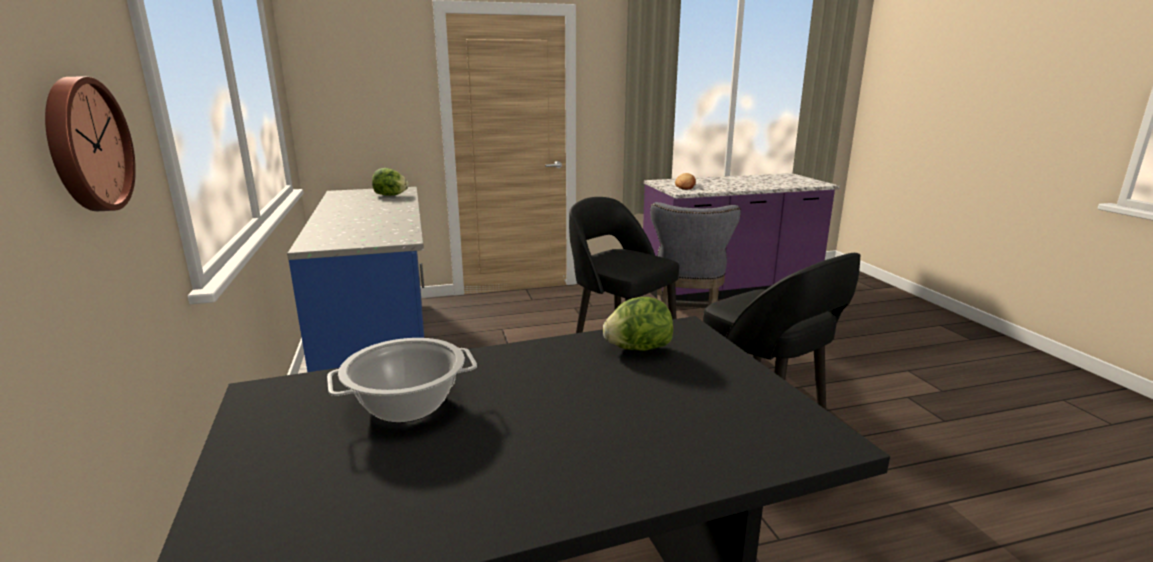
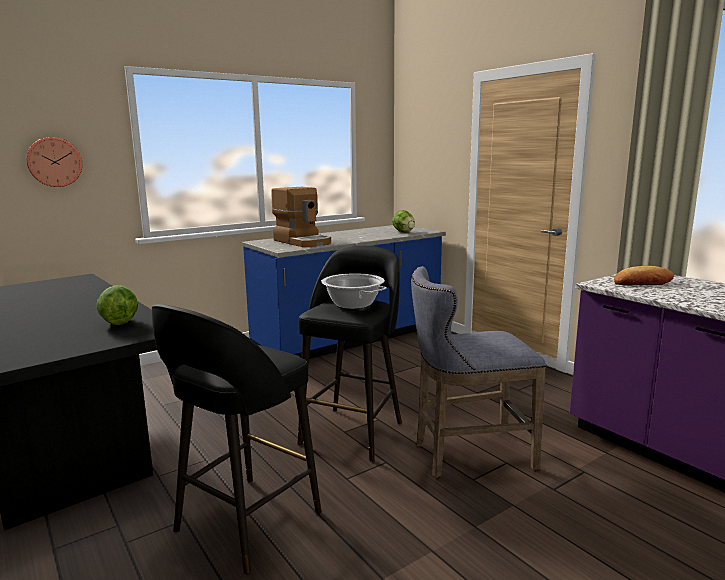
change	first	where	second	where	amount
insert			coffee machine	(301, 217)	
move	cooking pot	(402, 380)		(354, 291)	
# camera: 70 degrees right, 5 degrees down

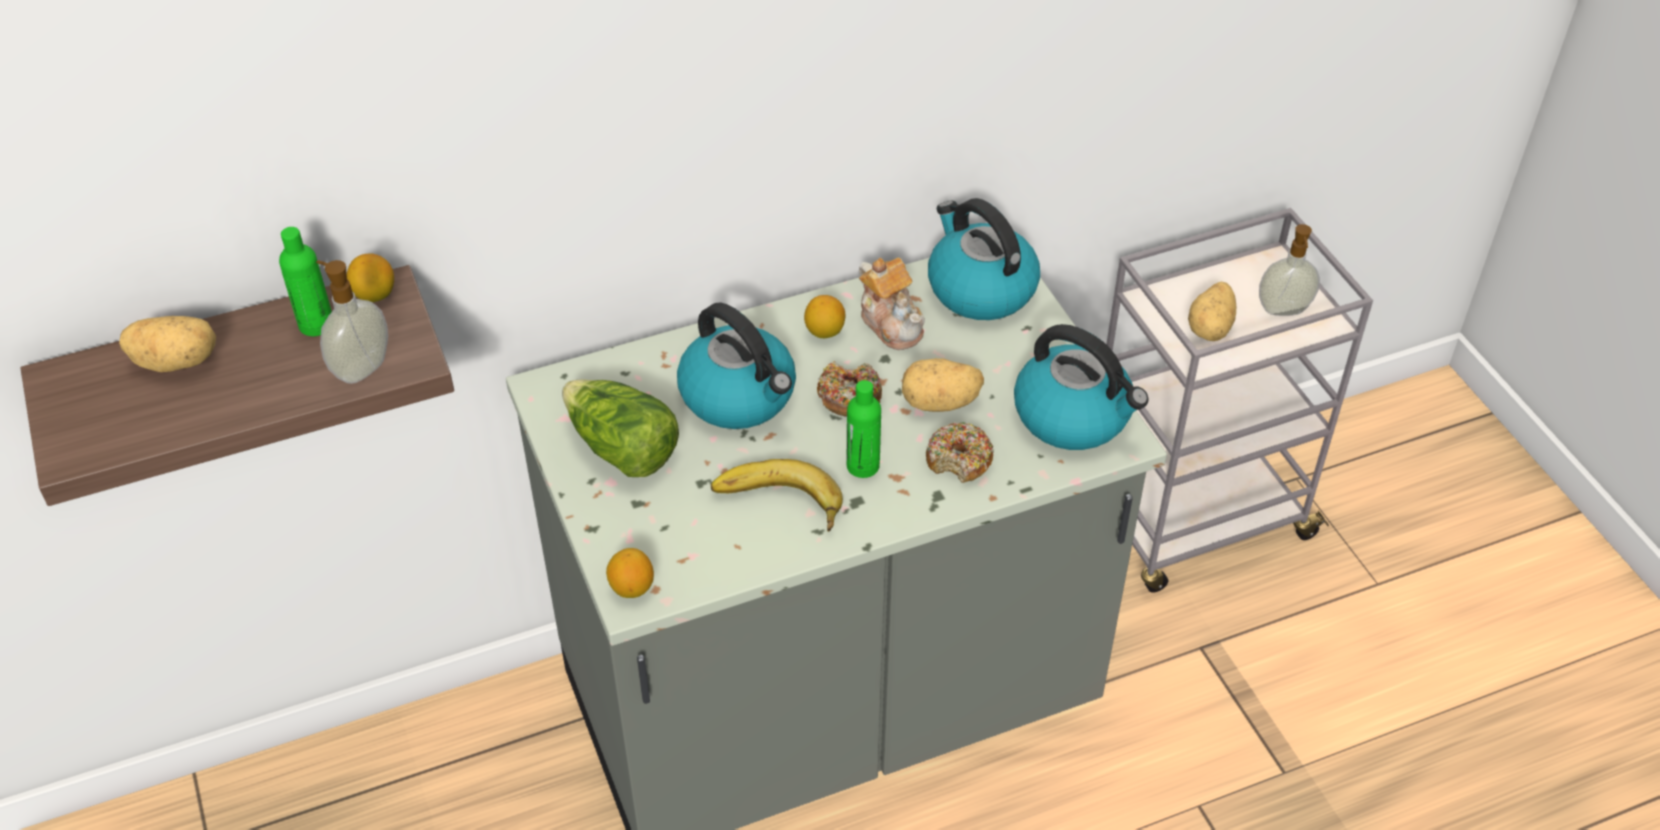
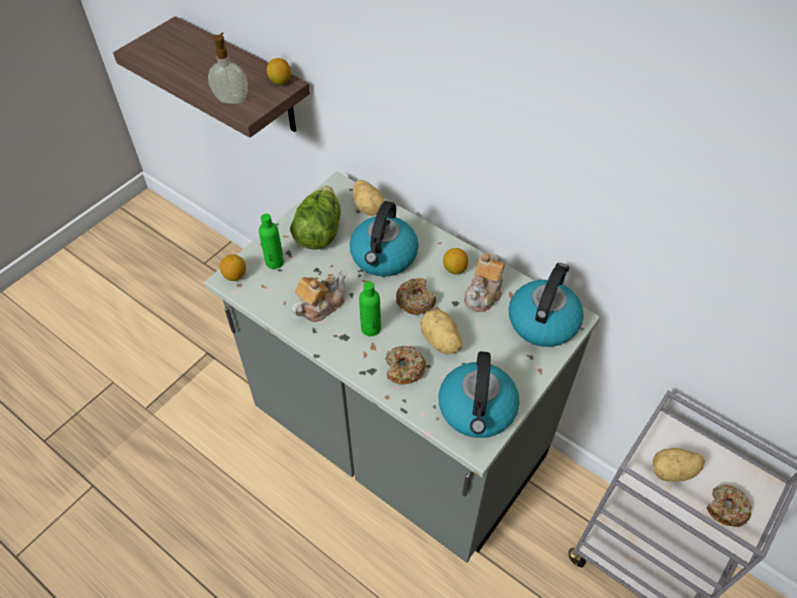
change	first	where	second	where	amount
move	potato	(167, 344)		(369, 198)	
move	green bottle	(305, 281)		(271, 241)	
replace	banana	(777, 495)	teapot	(318, 296)	
replace	soap dispenser	(1289, 270)	donut	(729, 505)	
# camera: 60 degrees right, 5 degrees up

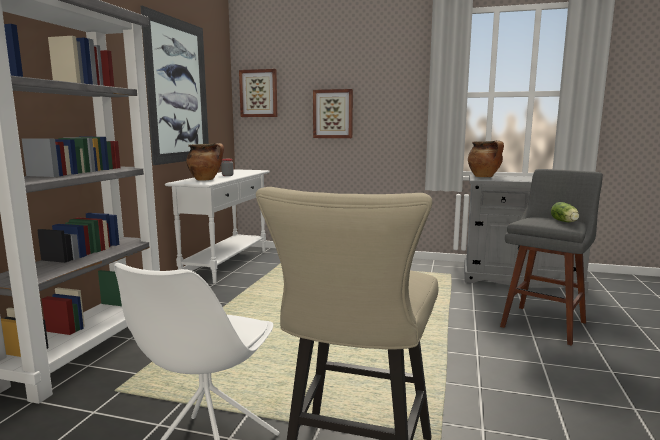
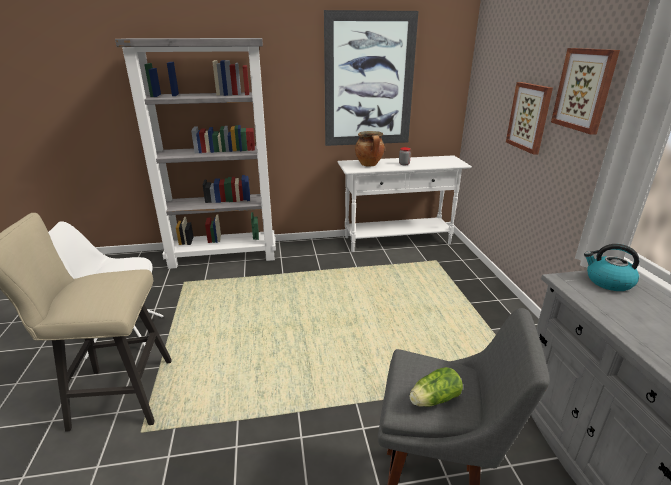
change	first	where	second	where	amount
move	picture	(258, 93)		(585, 91)	
replace	cooking pot	(486, 159)	kettle	(611, 267)	
# camera: 65 degrees right, 15 degrees up

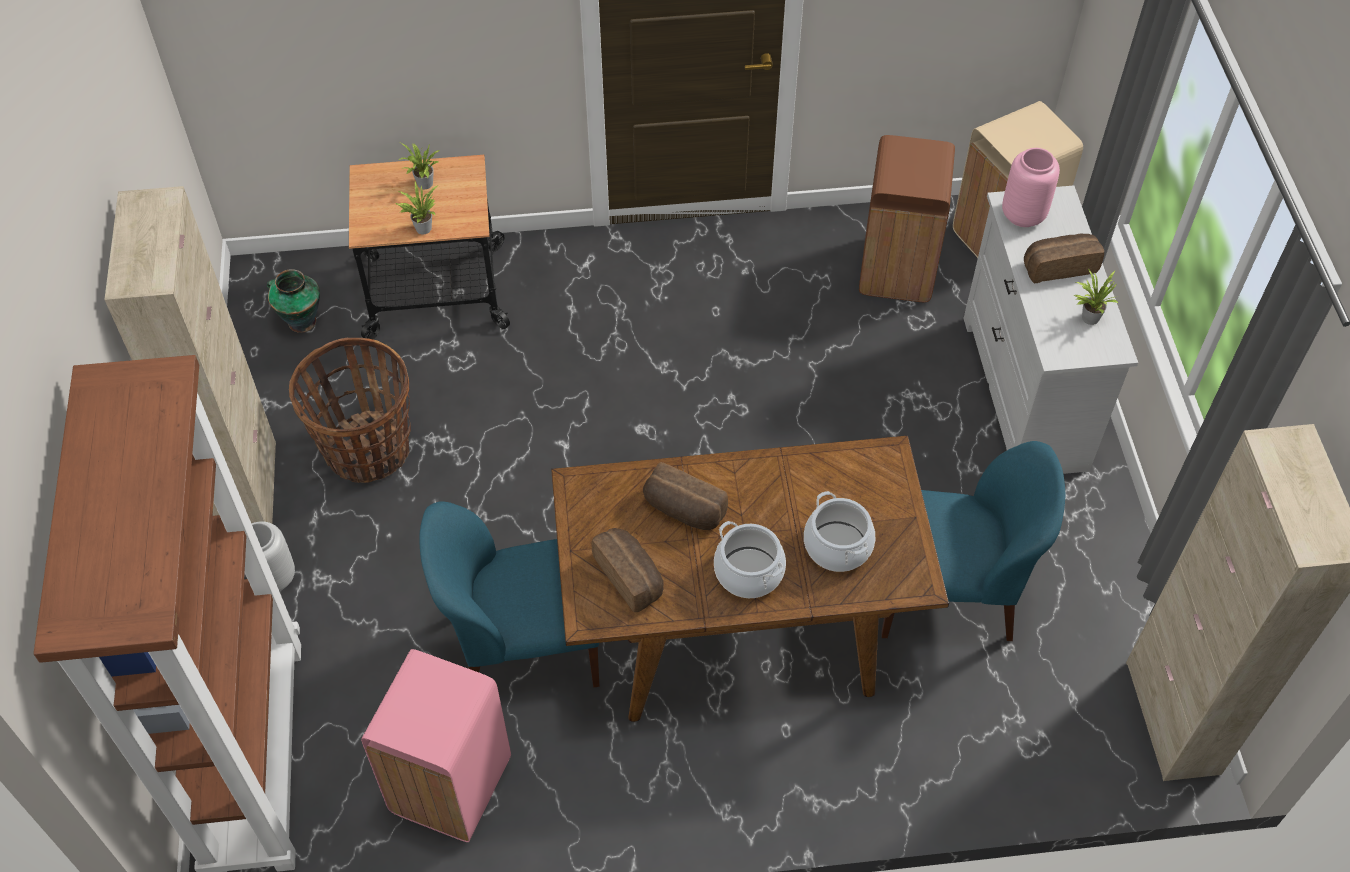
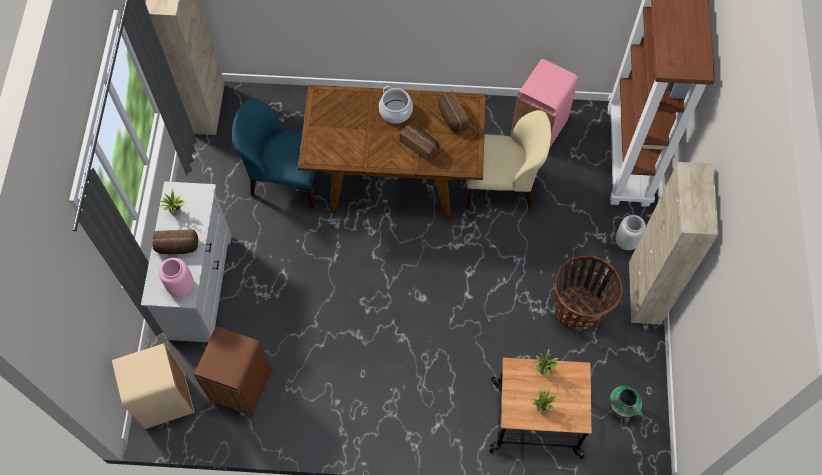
change	first	where	second	where	amount
delete	cooking pot	(839, 531)			
recolor	blue chair	(509, 594)	beige chair	(508, 159)	
# camera: 170 degrees left, 10 degrees up

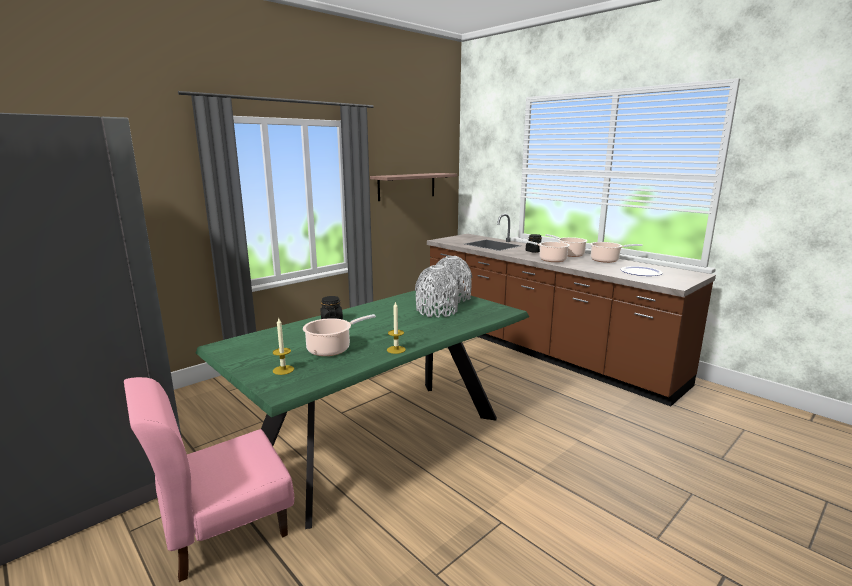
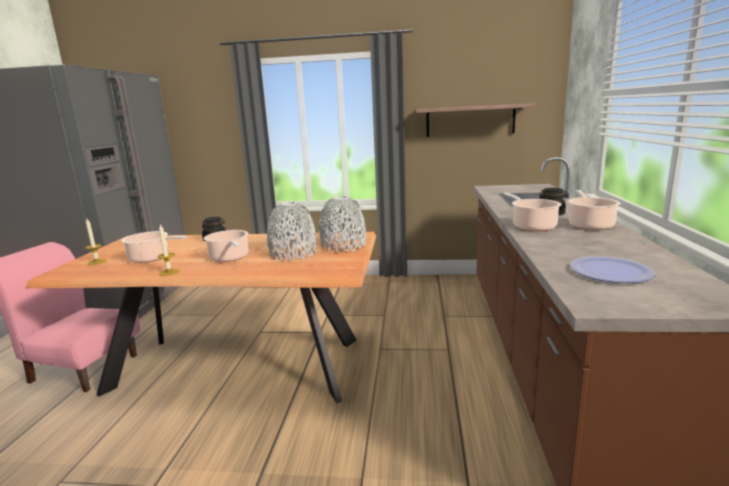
change	first	where	second	where	amount
move	cooking pot	(616, 252)		(226, 246)	
recolor	green dining table	(362, 410)	brown dining table	(201, 317)	
# camera: 50 degrees right, 0 degrees up

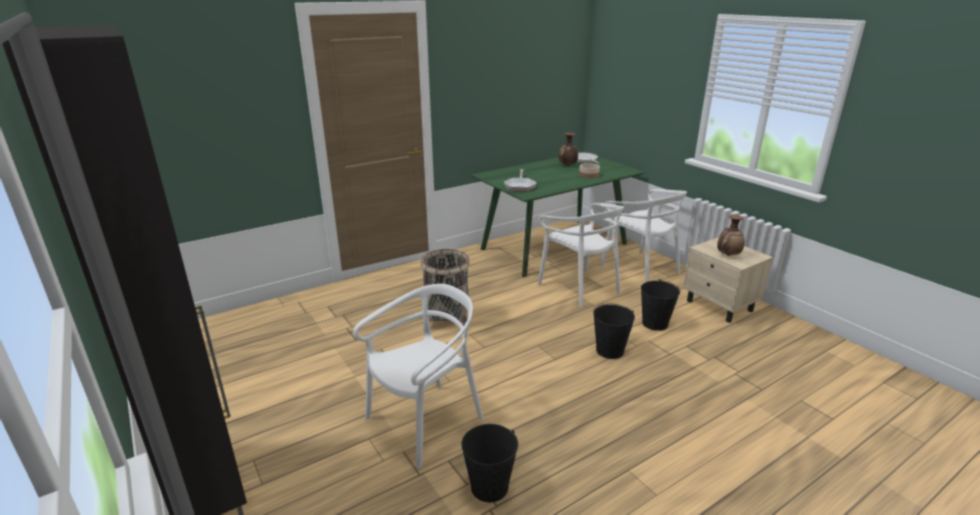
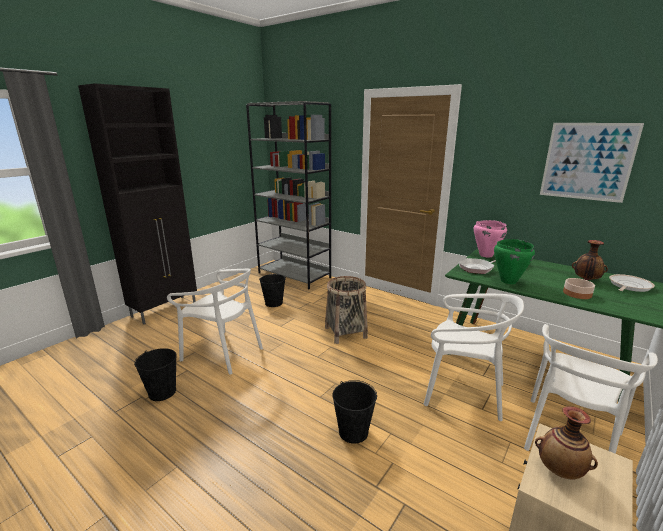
change	first	where	second	where	amount
insert			grey bookcase	(288, 195)	
insert			pink cooking pot	(490, 239)	
insert			green cooking pot	(514, 261)	
insert			picture	(592, 163)	
move	black bucket	(660, 305)		(272, 290)	
rotate	white chair	(581, 255)		(473, 357)	105 degrees counterclockwise
# camera: 70 degrees right, 5 degrees down

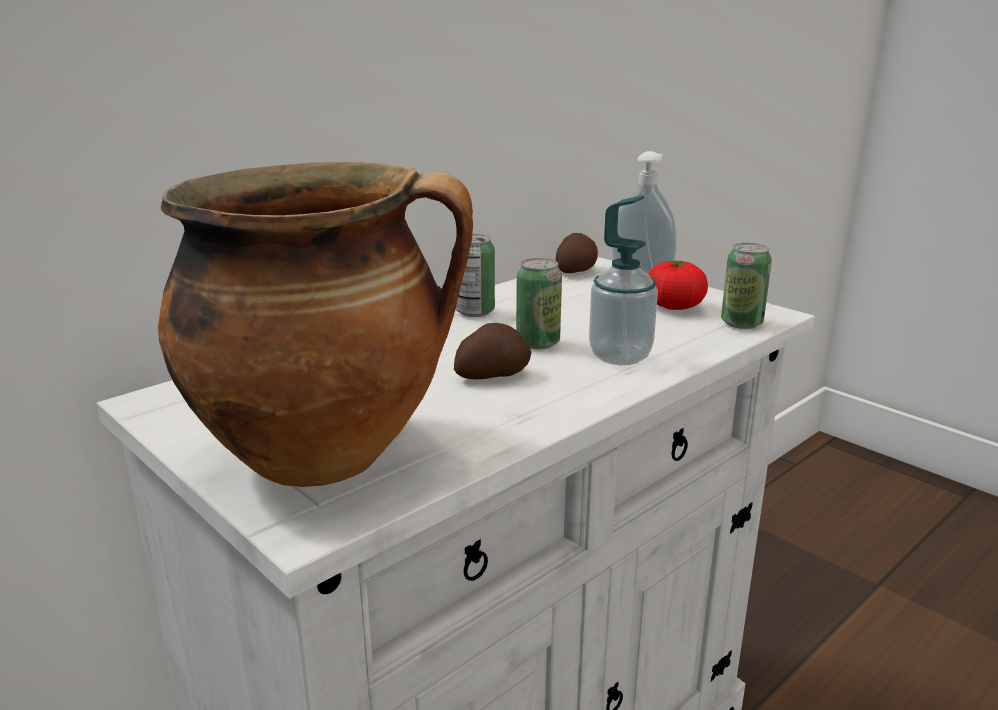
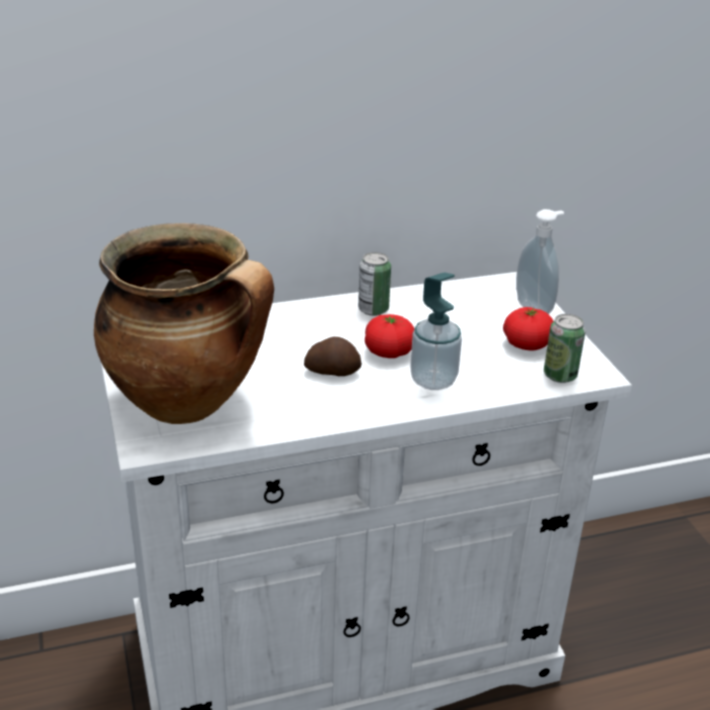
change	first	where	second	where	amount
delete	potato	(577, 253)			
replace	can	(539, 303)	tomato	(390, 336)	
# camera: 25 degrees right, 10 degrees up

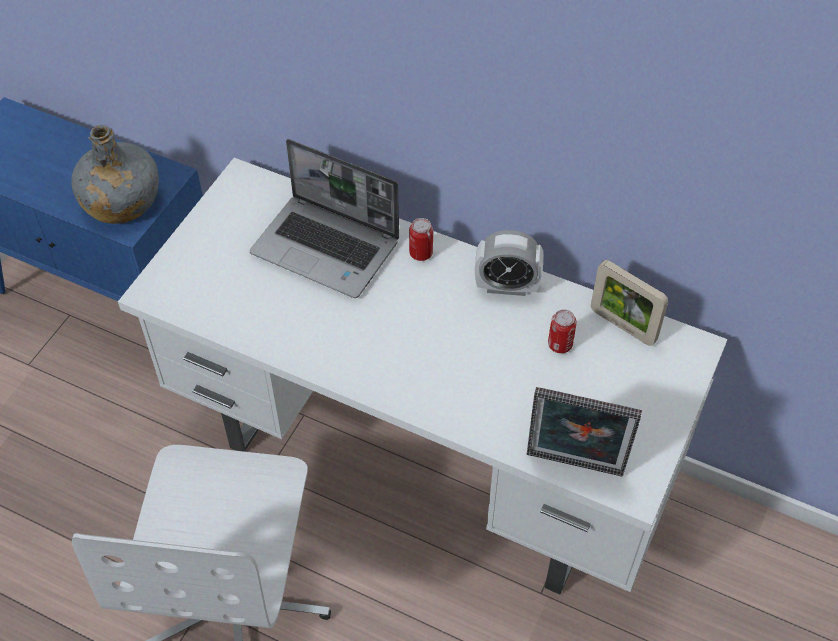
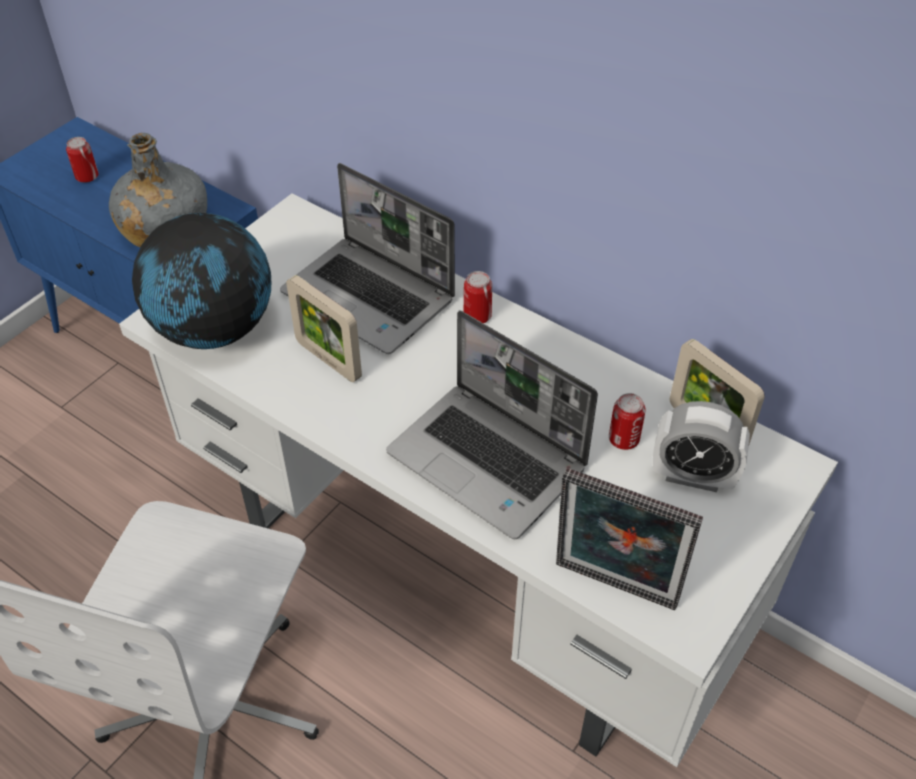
change	first	where	second	where	amount
insert			can	(82, 160)	
insert			globe	(201, 281)	
insert			picture frame	(324, 328)	
insert			laptop	(492, 424)	
move	alarm clock	(509, 263)		(701, 446)	
# camera: 10 degrees right, 5 degrees down

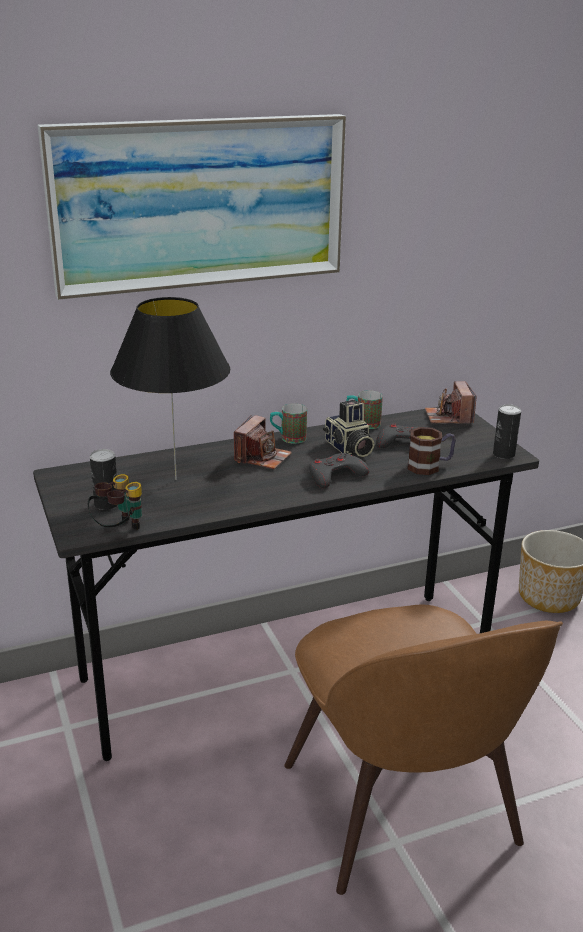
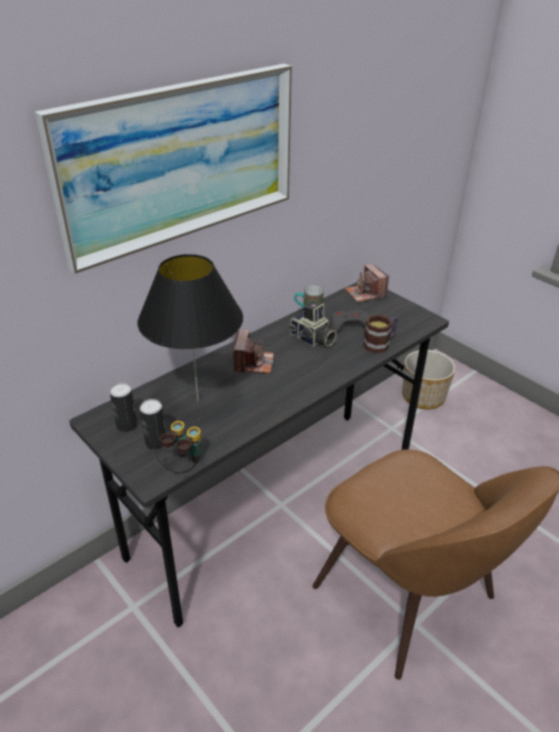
change	first	where	second	where	amount
delete	mug	(288, 423)			
delete	grey game controller	(339, 470)			
move	can	(507, 431)		(123, 407)	
# camera: 20 degrees left, 10 degrees up

